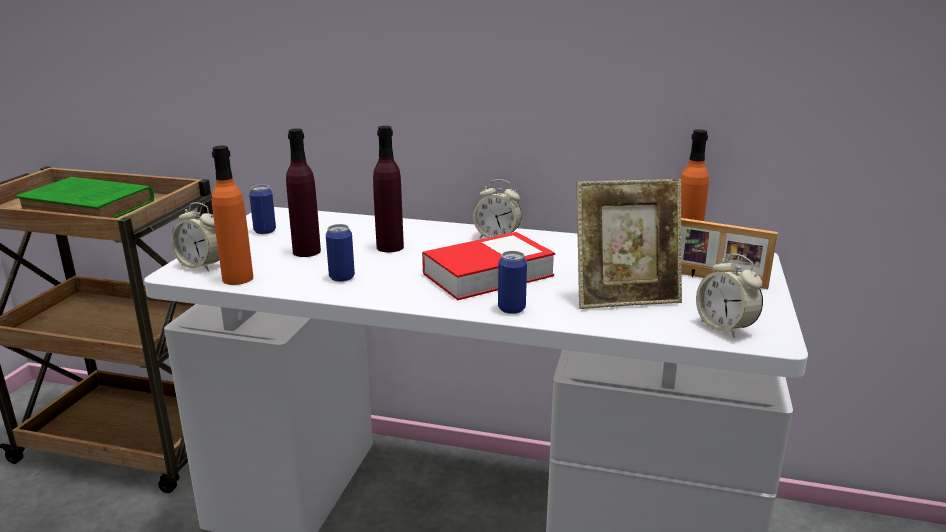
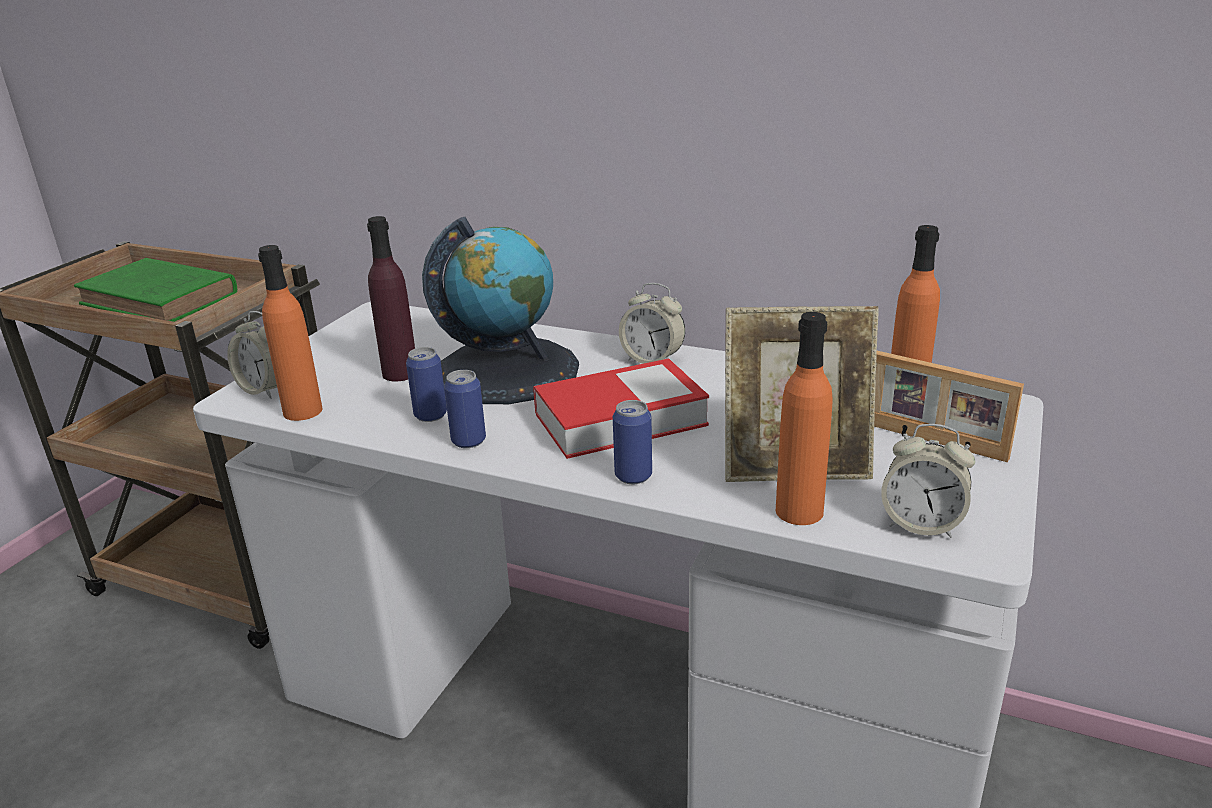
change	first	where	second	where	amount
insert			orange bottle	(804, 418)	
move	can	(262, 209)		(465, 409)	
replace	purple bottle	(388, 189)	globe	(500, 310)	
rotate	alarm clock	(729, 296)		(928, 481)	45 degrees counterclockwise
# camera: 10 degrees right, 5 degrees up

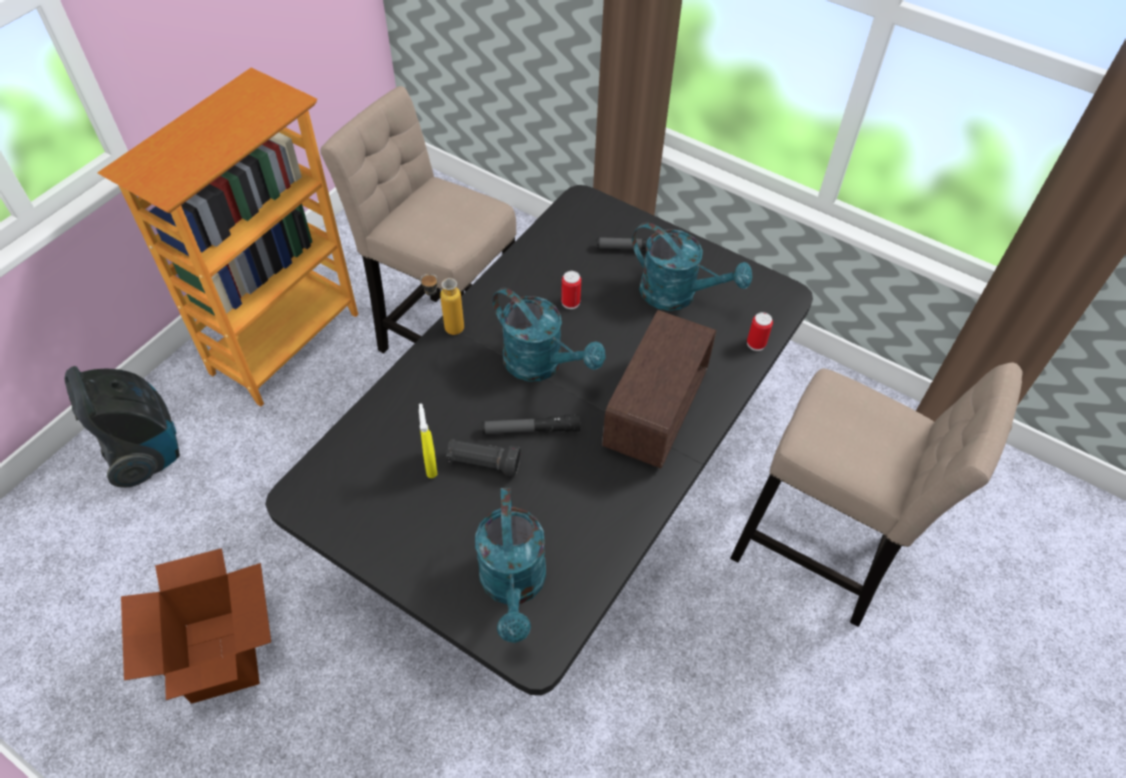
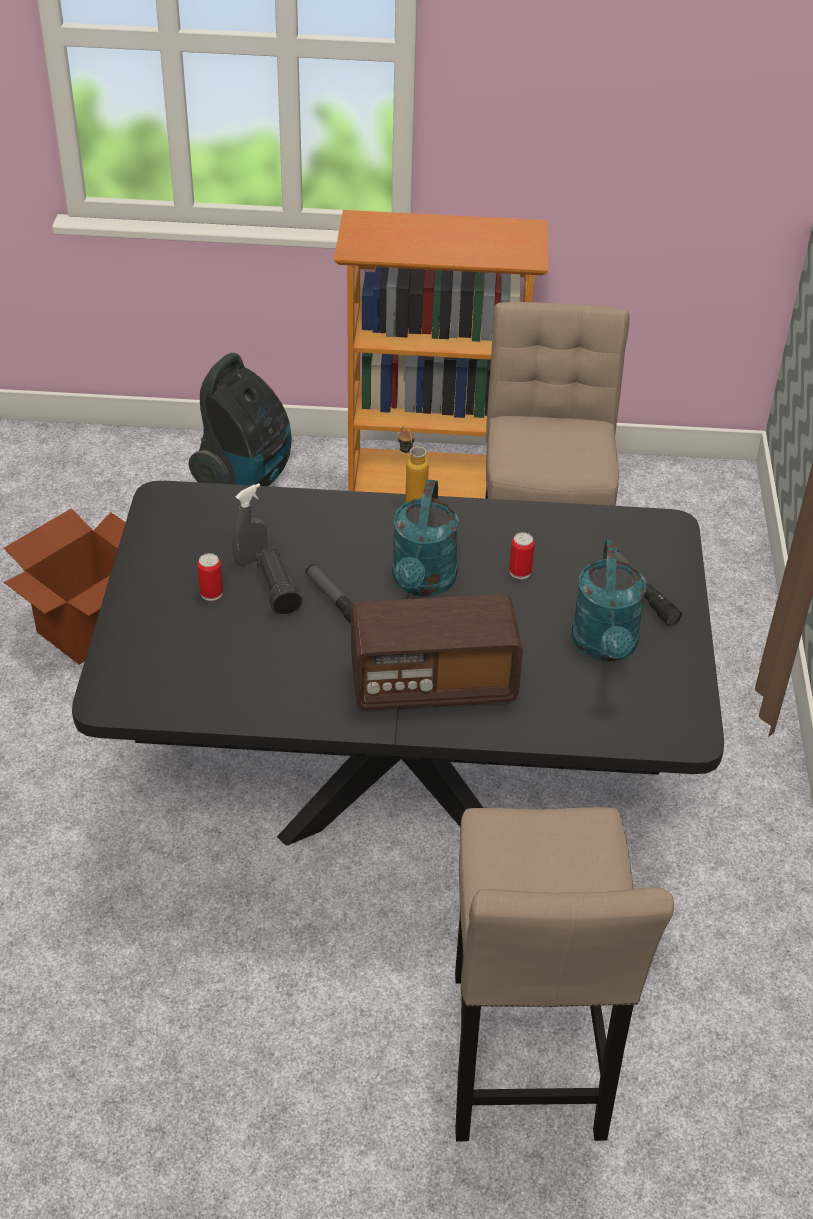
change	first	where	second	where	amount
delete	turquoise watering can	(510, 565)			
move	can	(760, 331)		(210, 577)	
recolor	yellow spray bottle	(428, 441)	grey spray bottle	(249, 524)	
# camera: 60 degrees right, 10 degrees down

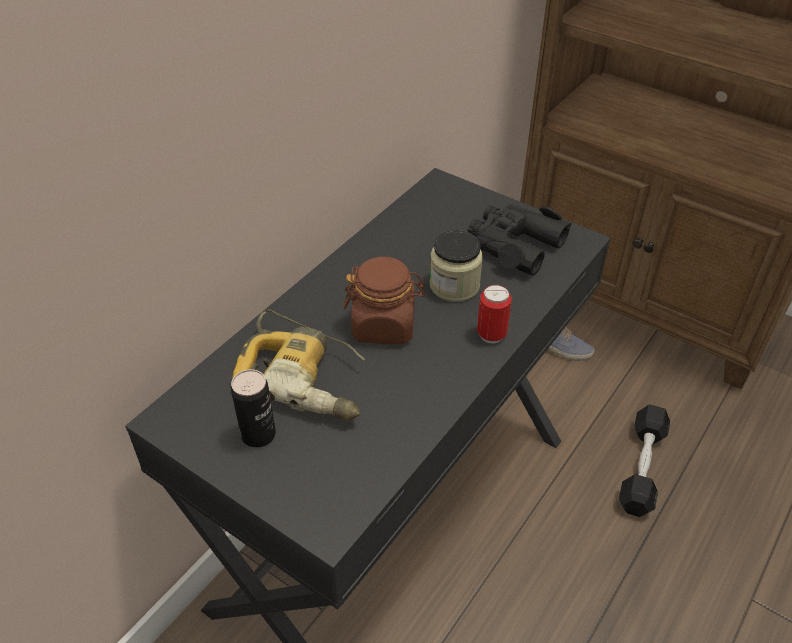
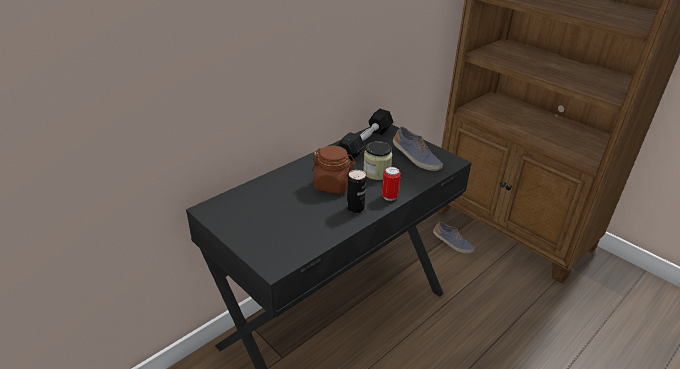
change	first	where	second	where	amount
delete	power drill	(299, 365)			
move	can	(253, 408)		(356, 191)	
move	black dumbbell	(644, 460)		(365, 135)	
replace	black binoculars	(520, 240)	shoe	(418, 148)	
# camera: 10 degrees right, 10 degrees down

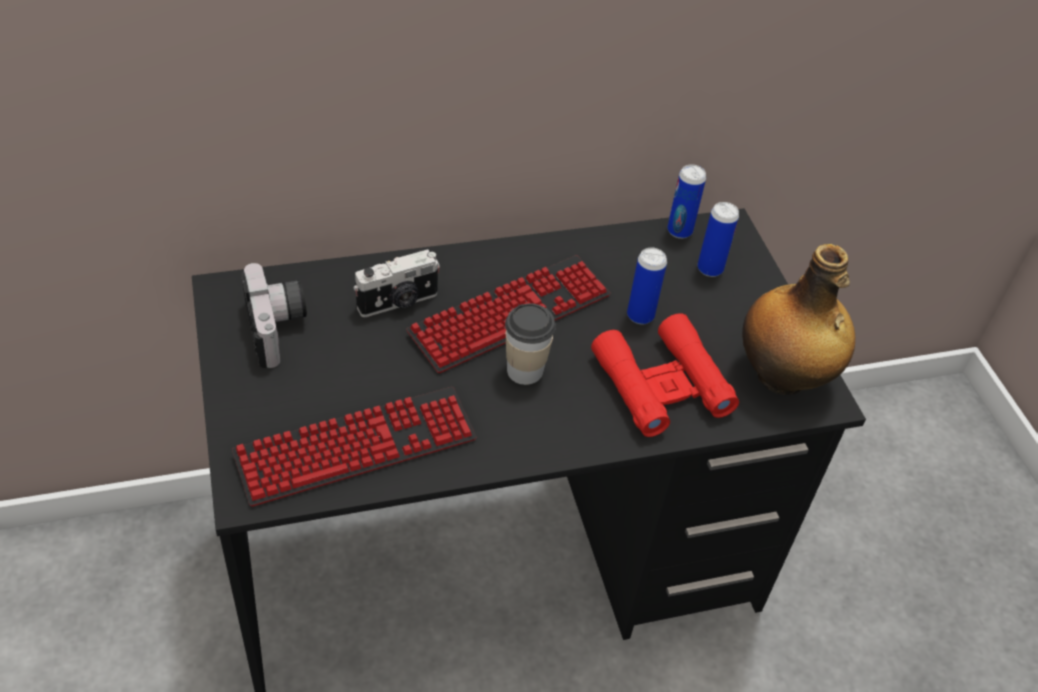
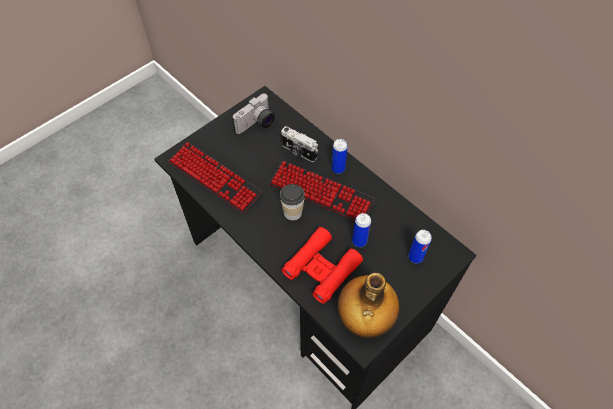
change	first	where	second	where	amount
move	can	(686, 201)		(339, 156)	
# camera: 65 degrees right, 10 degrees up

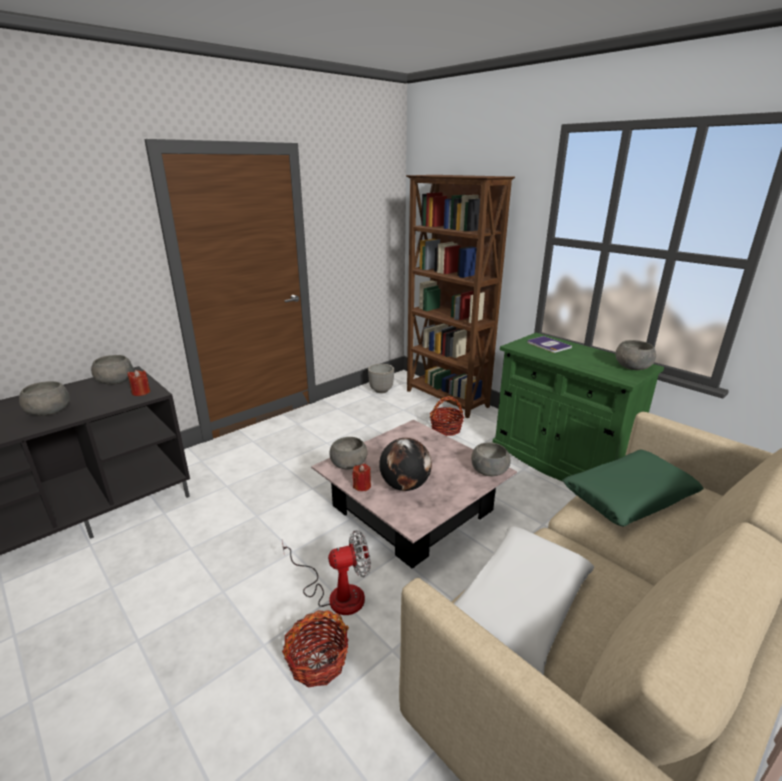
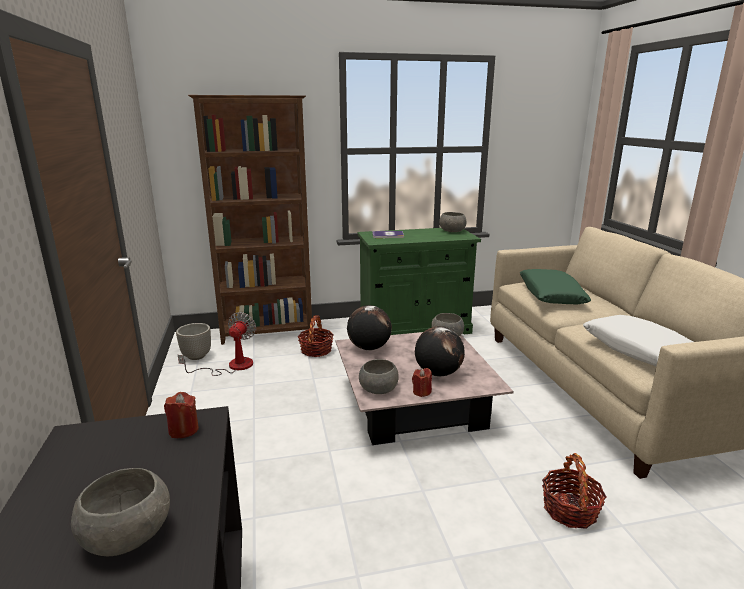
change	first	where	second	where	amount
delete	grey bowl	(112, 370)			
insert			globe	(369, 327)	
move	fan	(326, 572)		(217, 344)	
# camera: 60 degrees left, 5 degrees down

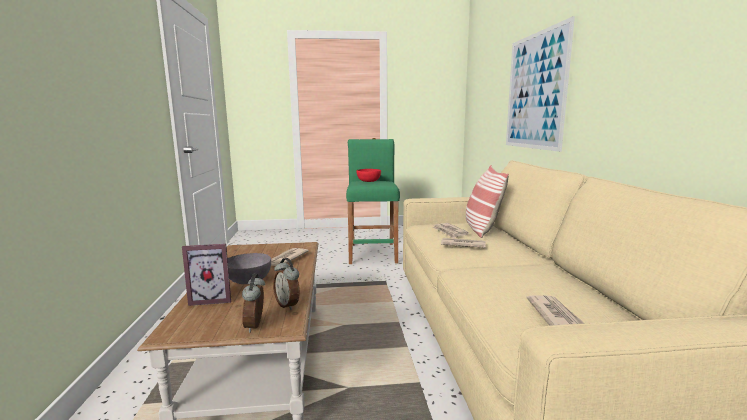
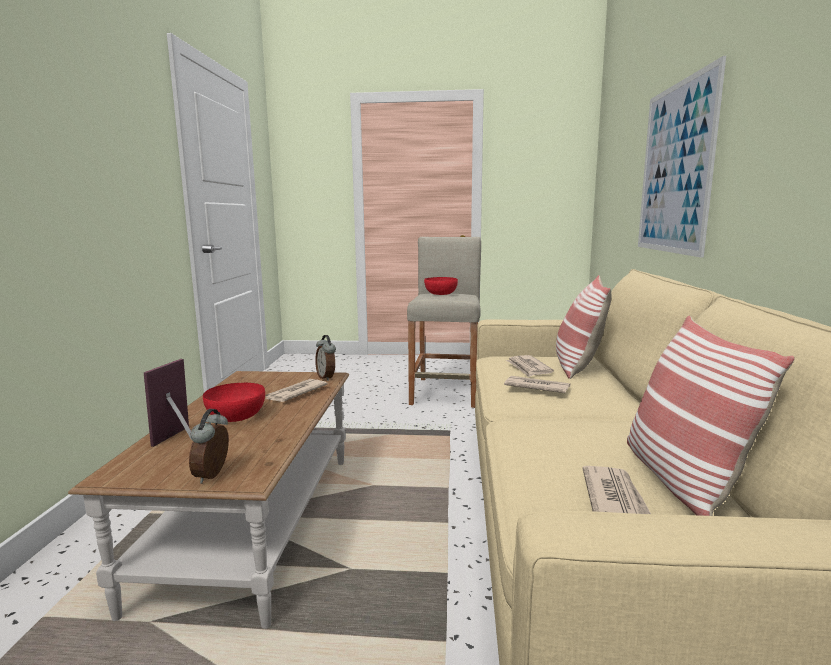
change	first	where	second	where	amount
insert			pillow	(711, 416)	
move	alarm clock	(286, 284)		(325, 358)	
recolor	grey bowl	(249, 268)	red bowl	(234, 402)	
recolor	green stool	(373, 201)	beige stool	(444, 322)	
rotate	picture frame	(206, 275)		(168, 403)	105 degrees clockwise
# camera: 10 degrees right, 0 degrees up

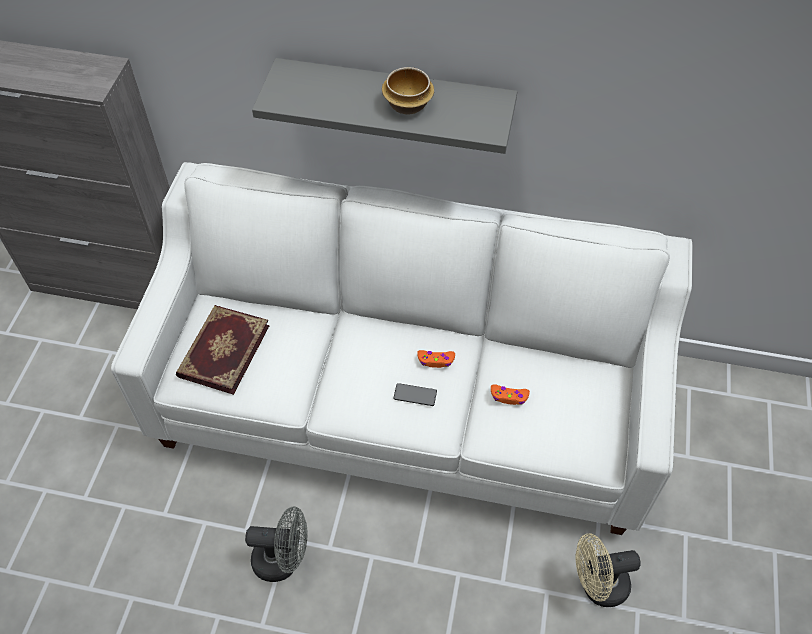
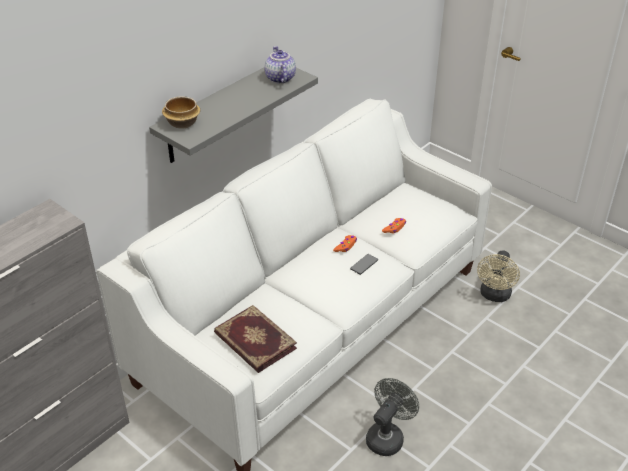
change	first	where	second	where	amount
insert			teapot	(280, 65)	
move	bowl	(408, 91)		(181, 112)	
# camera: 60 degrees left, 15 degrees down

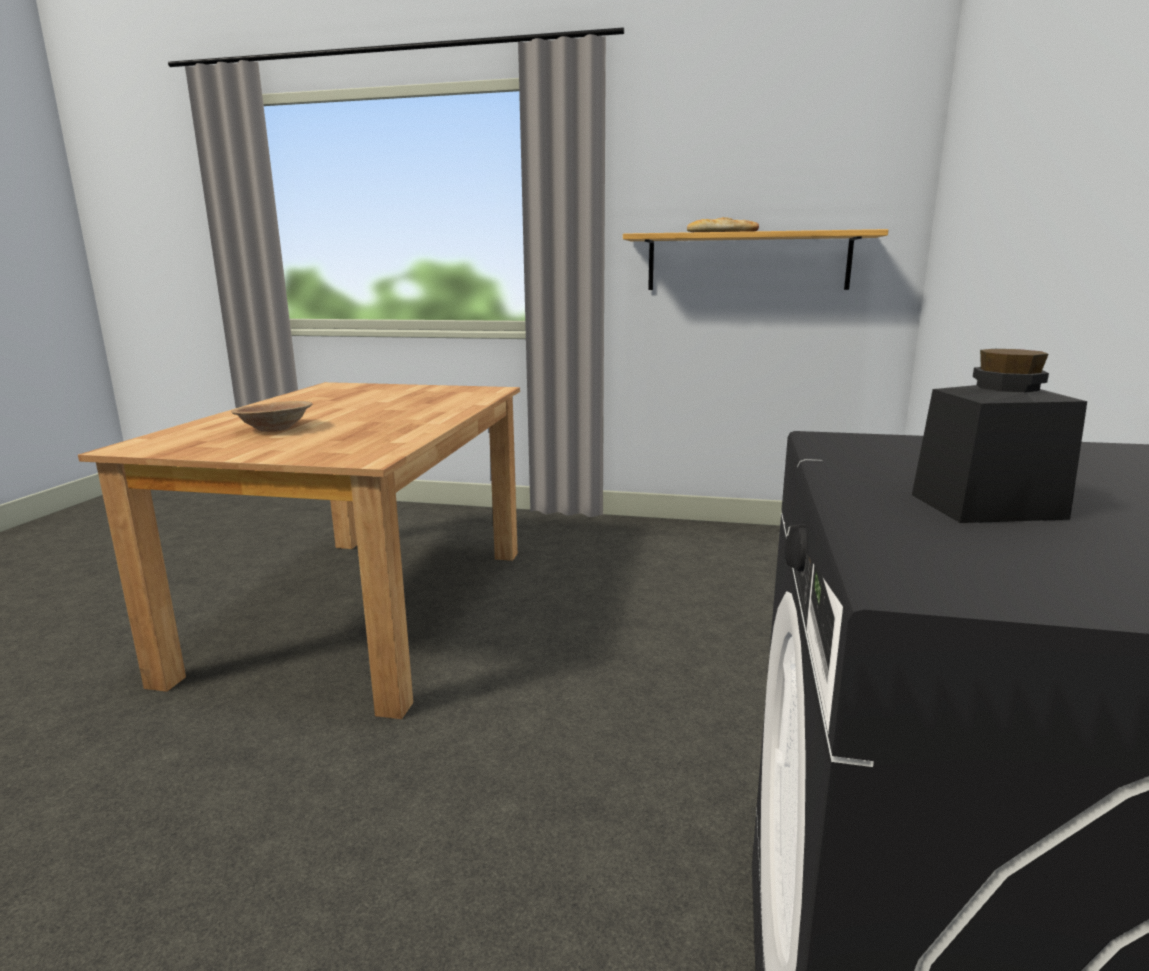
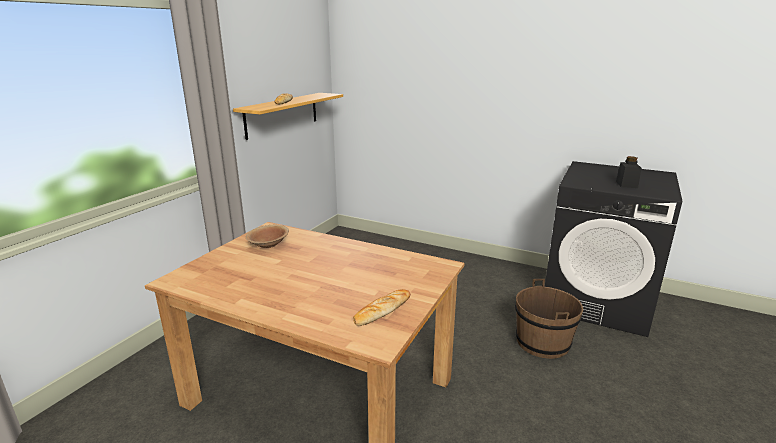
change	first	where	second	where	amount
insert			bread	(381, 307)	
insert			brown bucket	(549, 319)	
move	brown bowl	(272, 416)		(267, 236)	
# camera: 75 degrees left, 5 degrees up

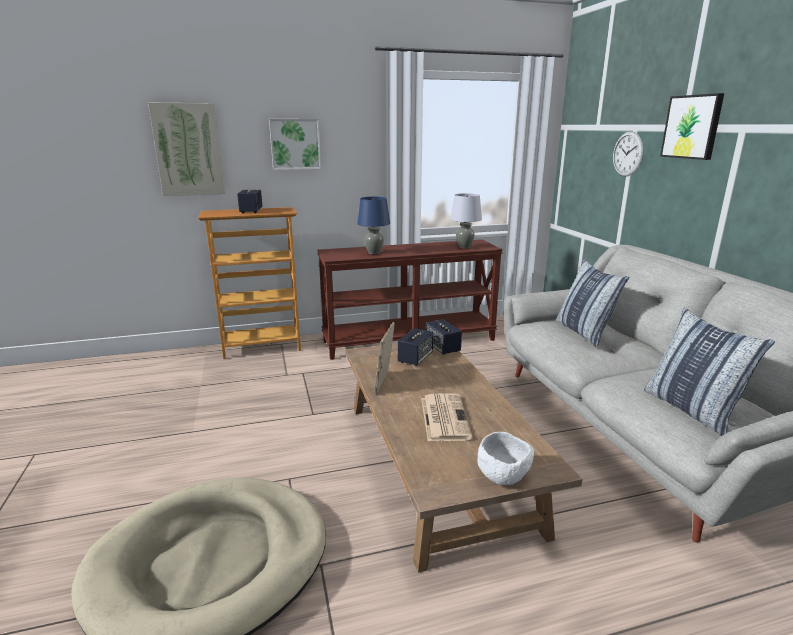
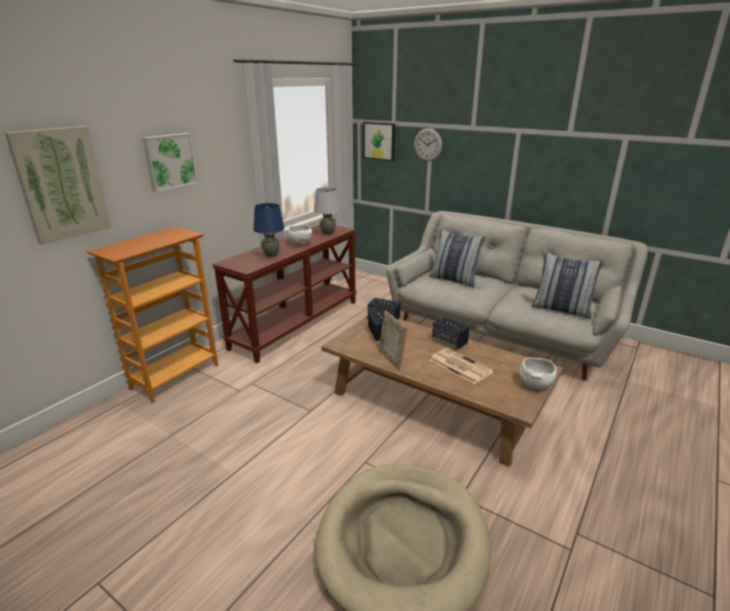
change	first	where	second	where	amount
insert			white bowl	(299, 234)	
move	speaker	(250, 201)		(450, 333)	
move	picture	(692, 126)		(379, 141)	
# camera: 40 degrees left, 5 degrees up

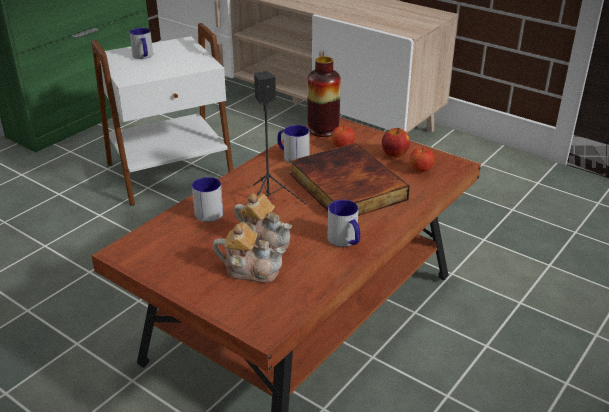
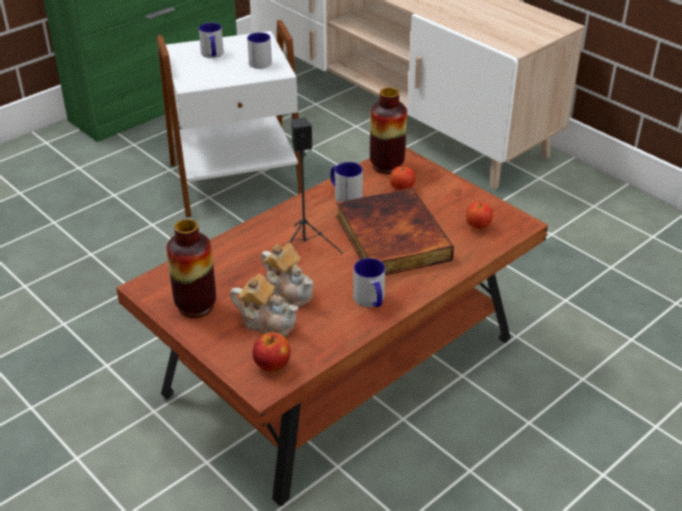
change	first	where	second	where	amount
insert			vase	(191, 268)	
move	mug	(207, 199)		(259, 50)	
move	apple	(396, 143)		(272, 352)	
# camera: 10 degrees right, 5 degrees up

